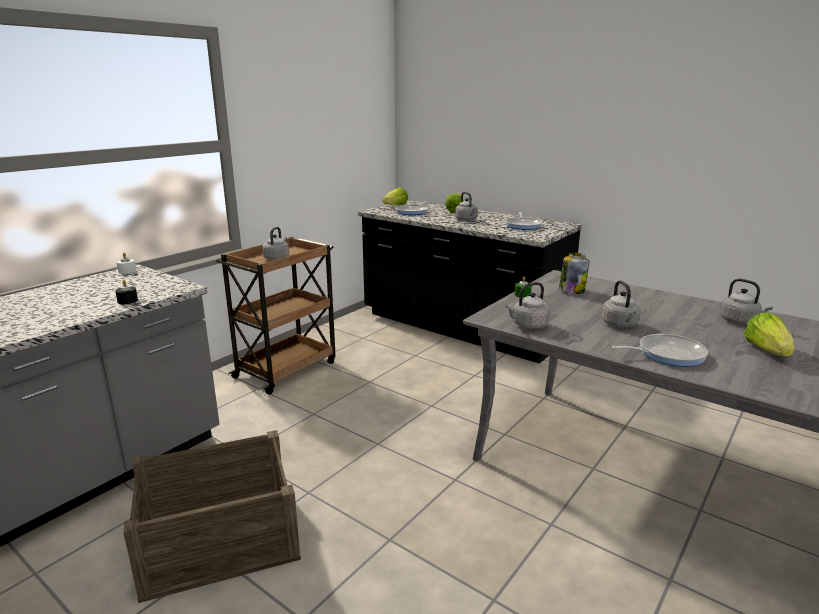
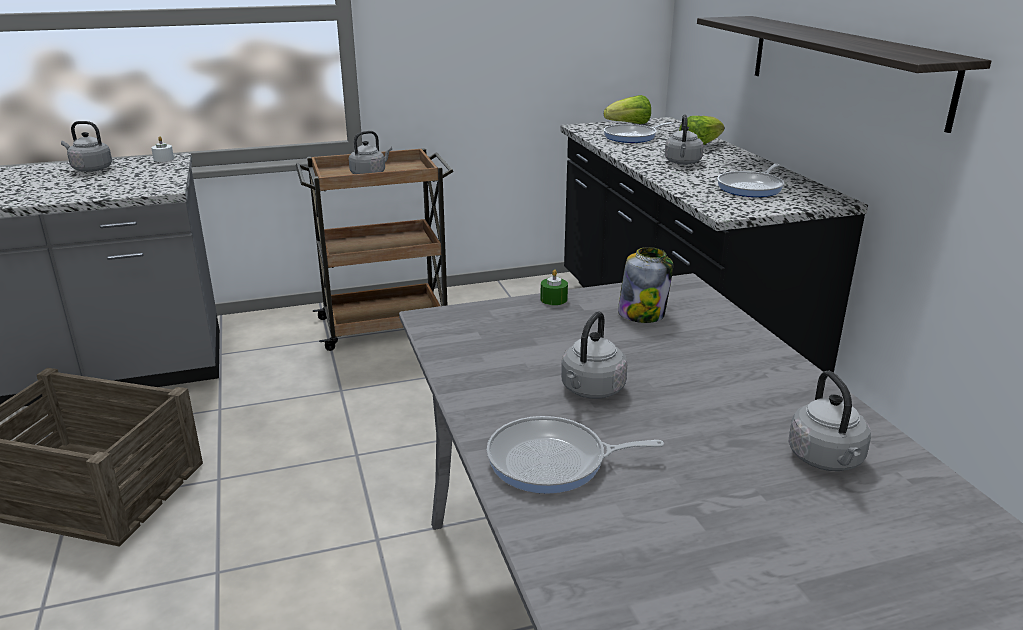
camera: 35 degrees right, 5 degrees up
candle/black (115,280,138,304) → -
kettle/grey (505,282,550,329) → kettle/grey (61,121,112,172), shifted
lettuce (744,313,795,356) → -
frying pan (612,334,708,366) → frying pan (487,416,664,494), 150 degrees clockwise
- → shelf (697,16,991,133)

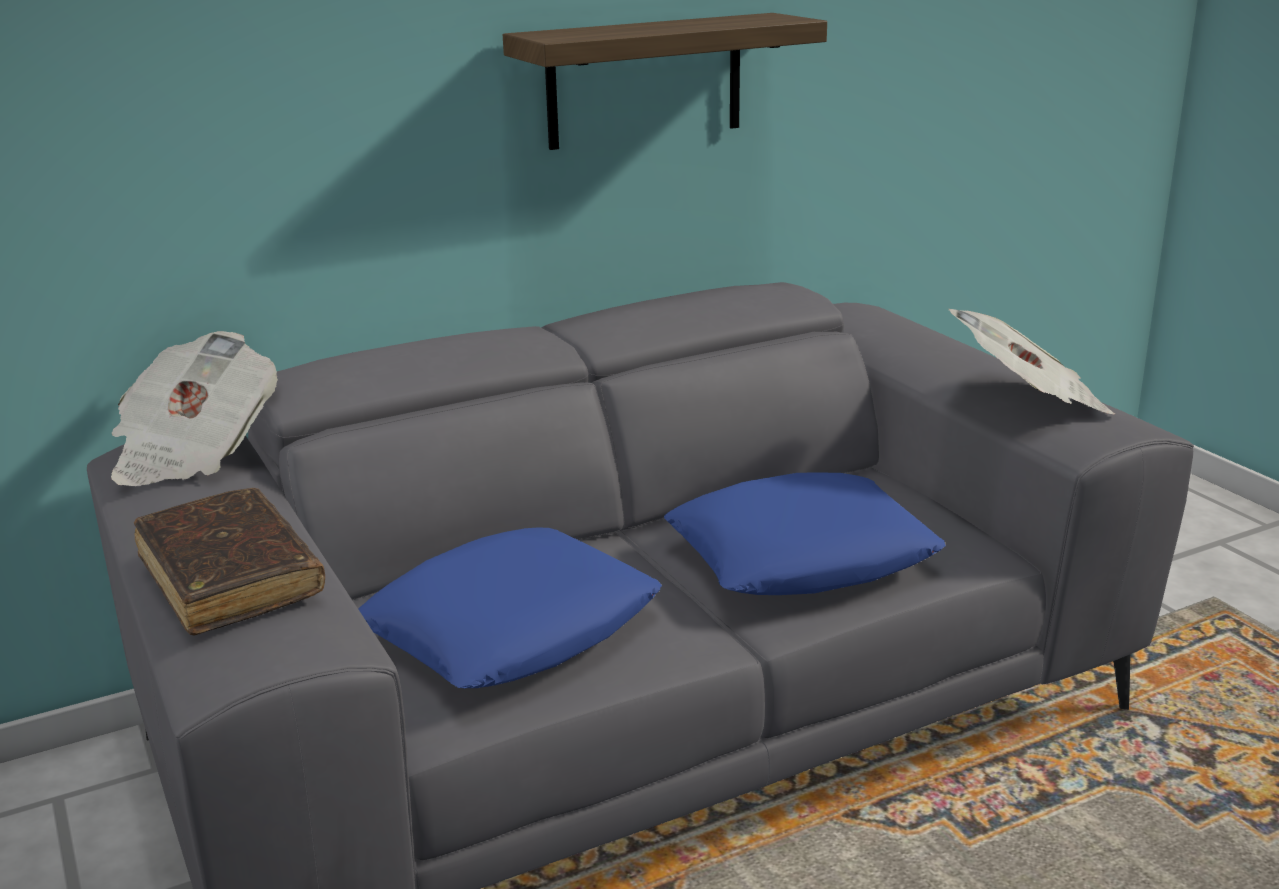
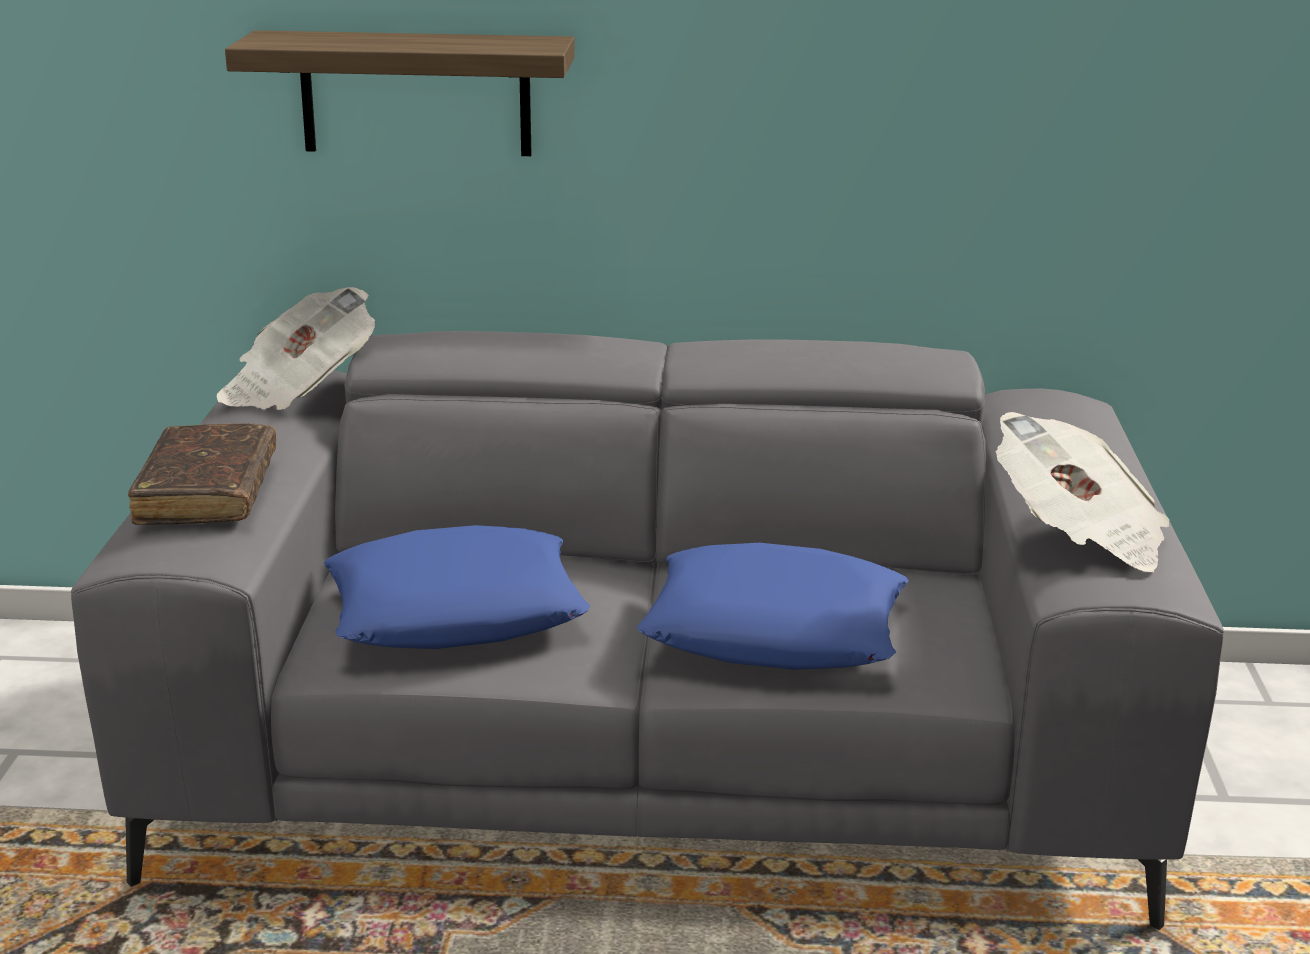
camera: 30 degrees right, 0 degrees up
shelf (503,13,827,150) → shelf (225,30,575,156), shifted

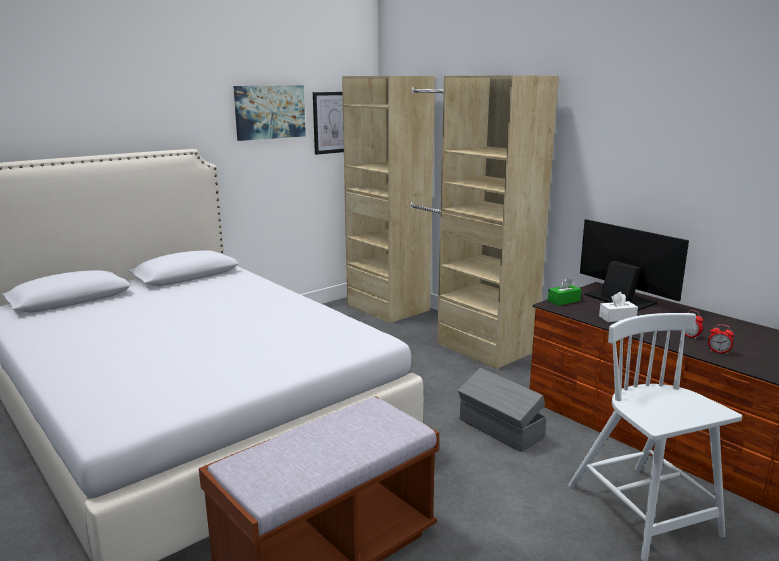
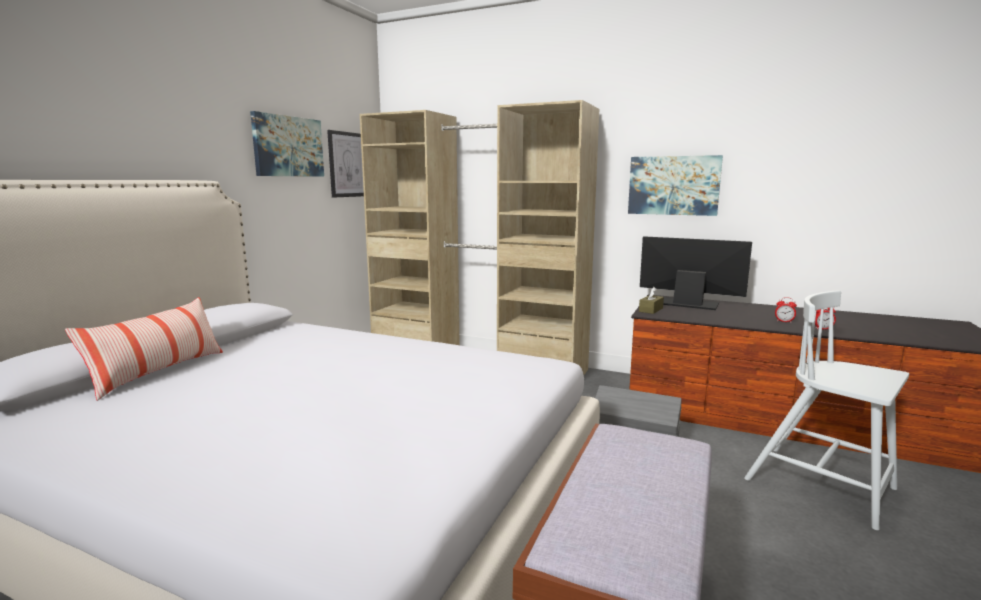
camera: 25 degrees left, 5 degrees down
tissue box/green (548,277,581,306) → tissue box/brown (639,287,664,314)
tissue box/white (599,292,638,322) → -
- → picture (628,155,723,216)
- → pillow (65,297,223,401)

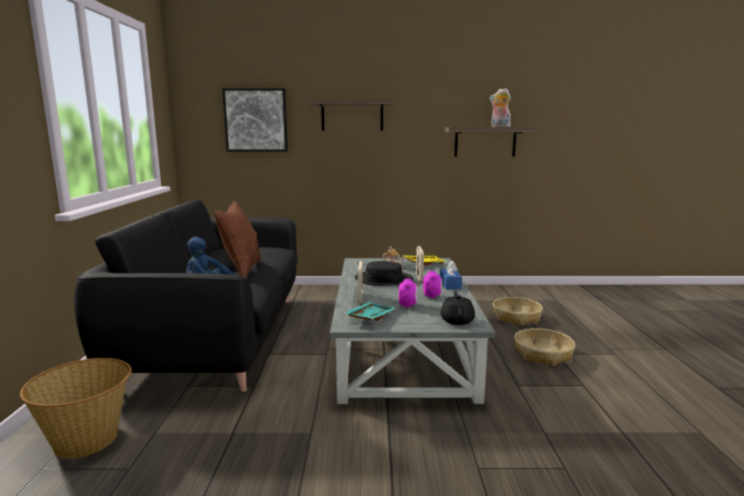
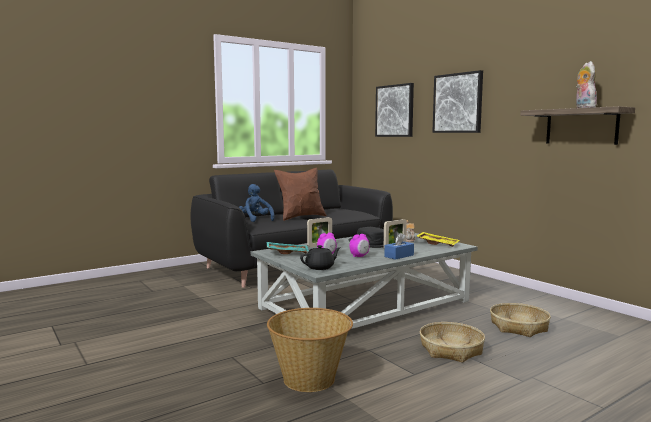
camera: 55 degrees right, 5 degrees down
shelf (307,99,395,131) → picture (432,70,483,133)
basket (20,358,132,458) → basket (267,308,353,392), shifted

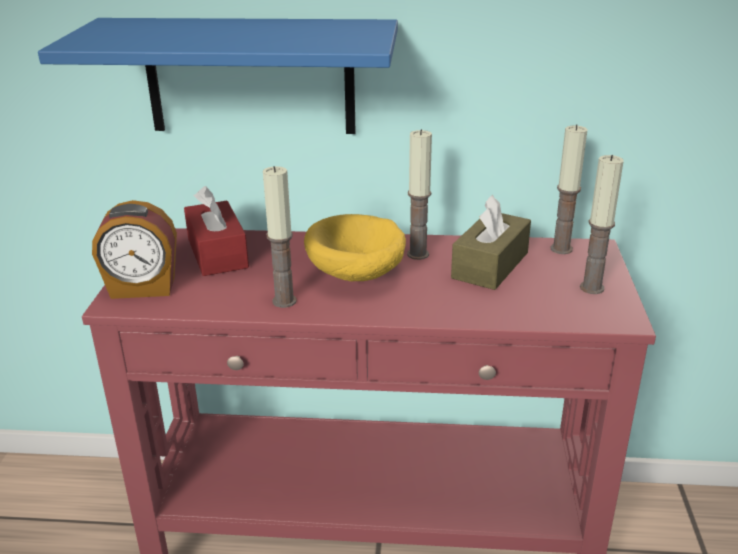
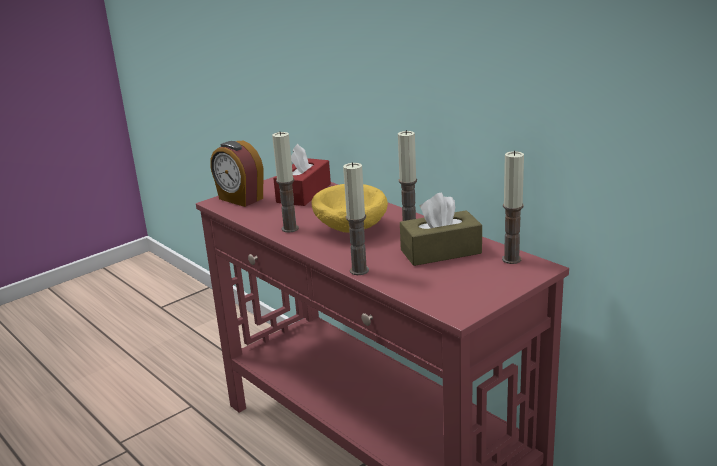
camera: 45 degrees right, 5 degrees down
shelf/blue (38,18,398,134) → -
candle (580,155,624,294) → candle (343,162,369,275), shifted

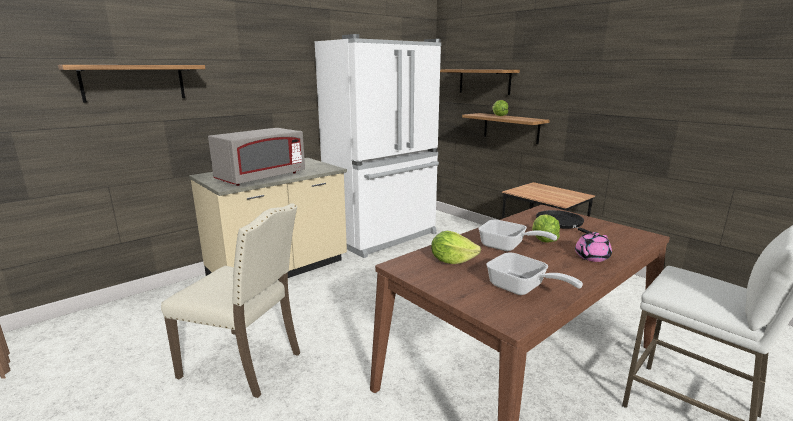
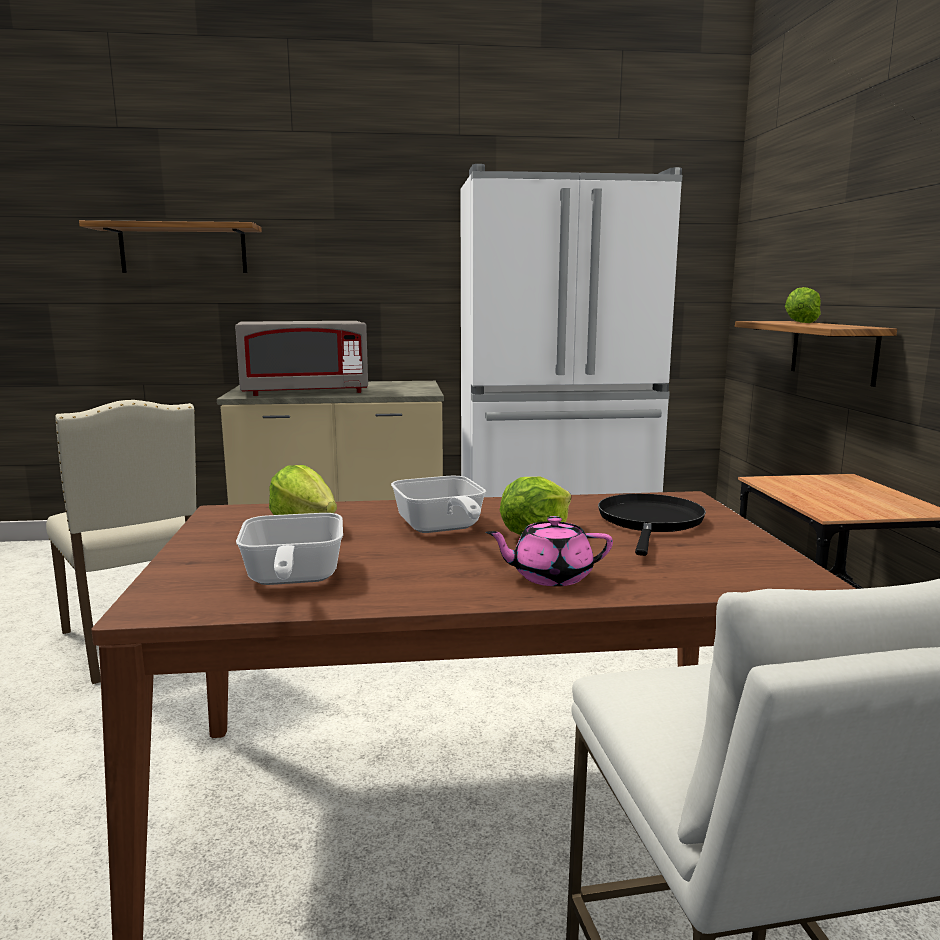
camera: 35 degrees right, 5 degrees down
shelf (440,69,520,95) → -

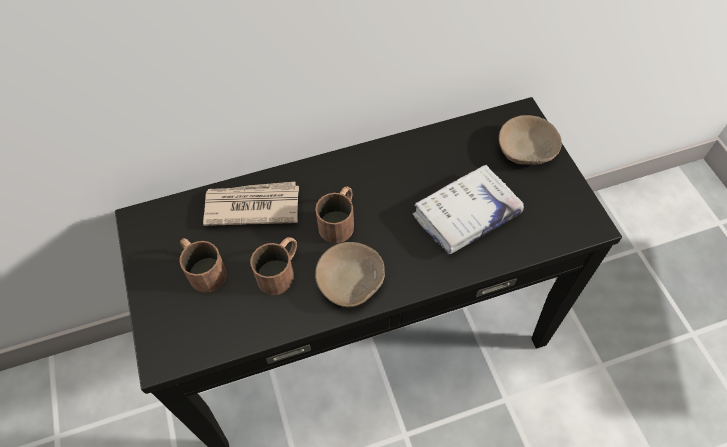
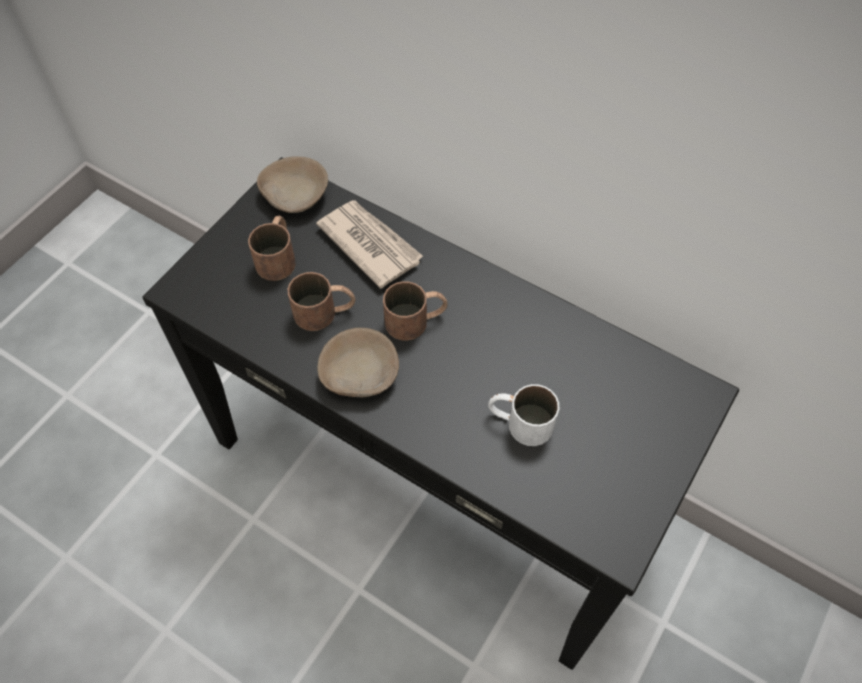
camera: 50 degrees right, 0 degrees up
bowl/beige (499,115,562,165) → bowl/beige (257,156,328,213), shifted
book/white (413,165,524,255) → mug/white (488,384,559,446)

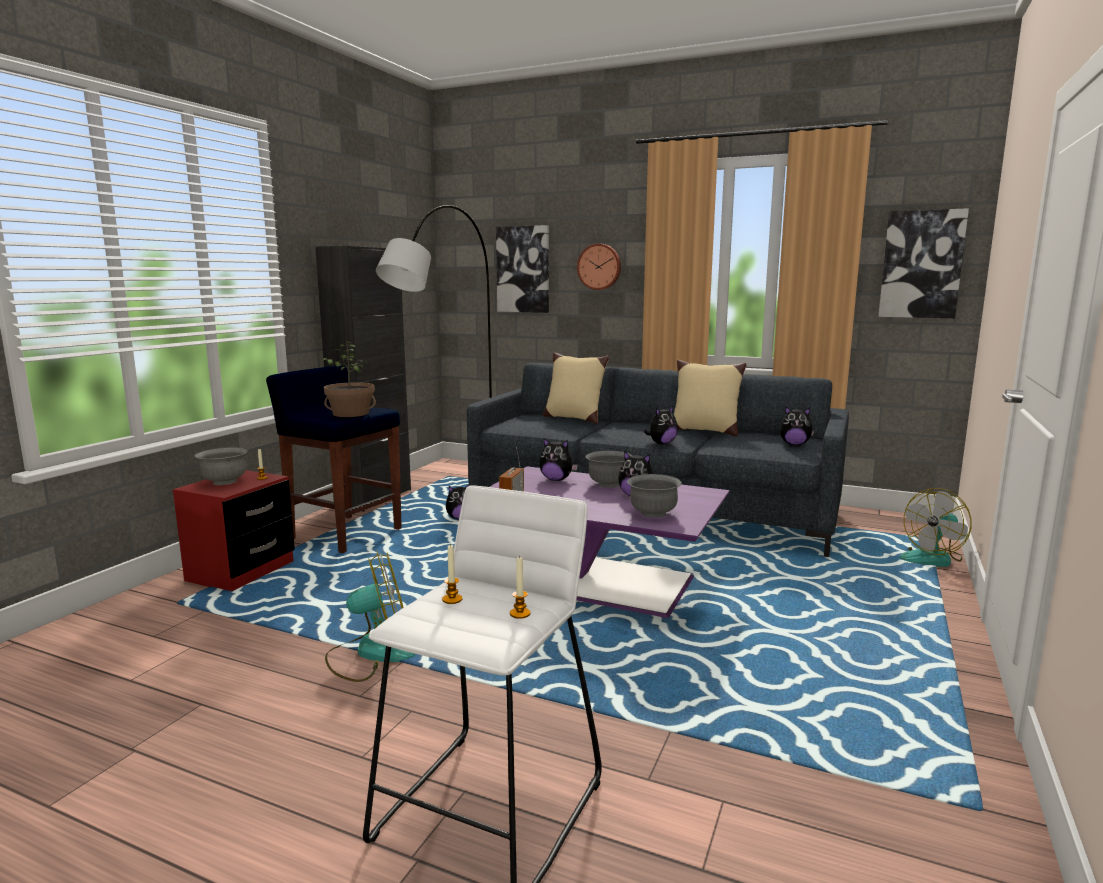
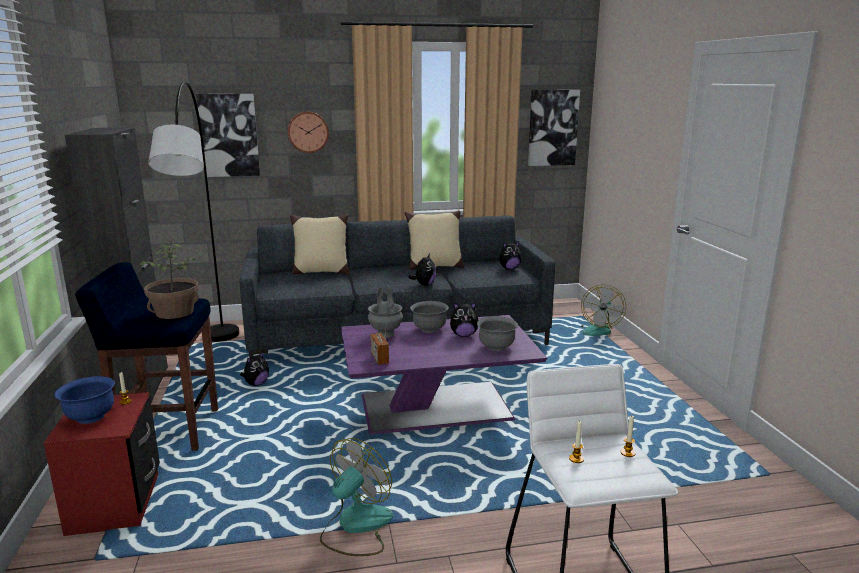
camera: 35 degrees left, 5 degrees up
plush toy (539,438,578,481) → vase/grey (368,287,403,338)
bowl/grey (194,447,248,485) → bowl/blue (55,376,115,424)

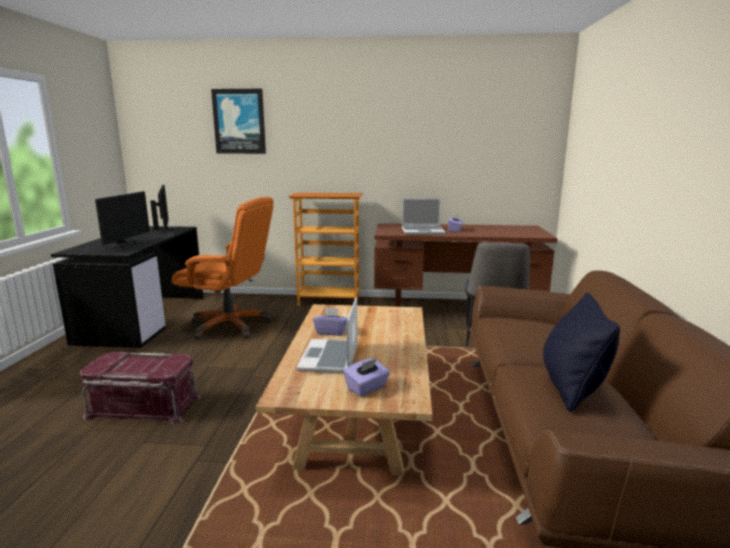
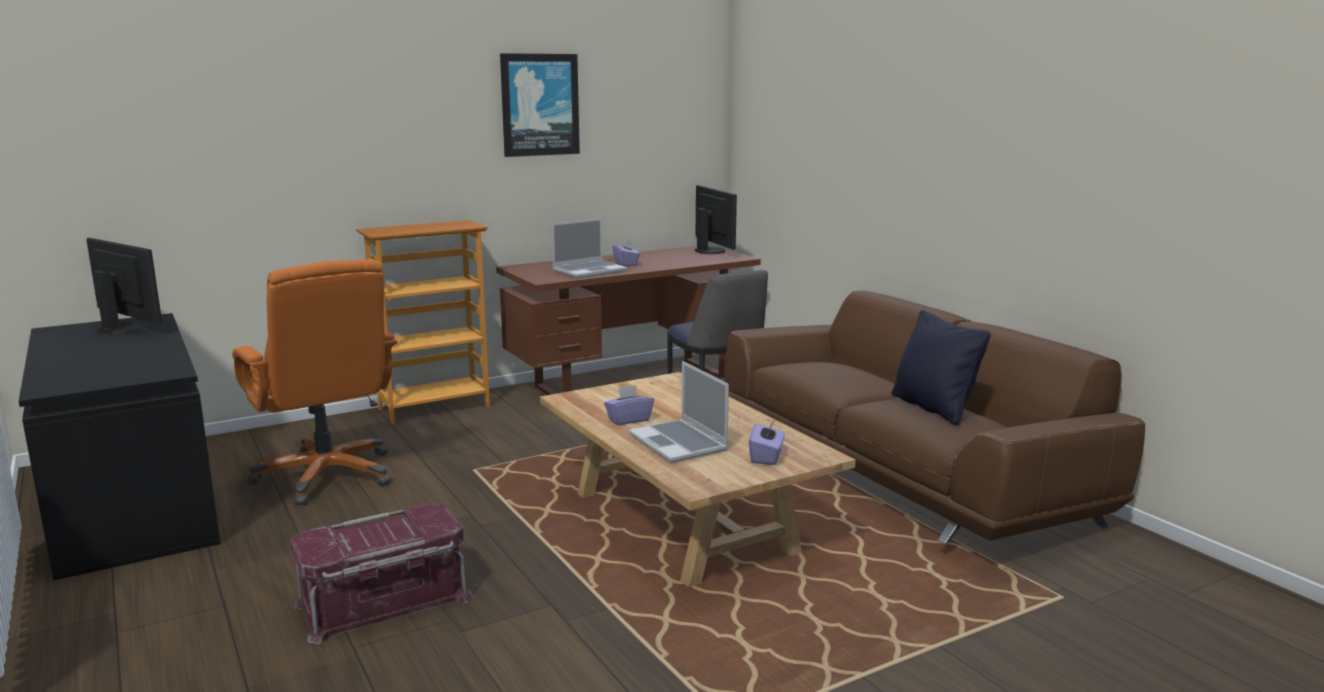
camera: 35 degrees left, 0 degrees up
picture (211,89,266,154) → picture (500,53,580,157), shifted
monitor (95,191,150,247) → monitor (695,185,737,254), shifted
office chair/orange (172,197,274,339) → office chair/orange (232,259,397,505), 75 degrees clockwise

